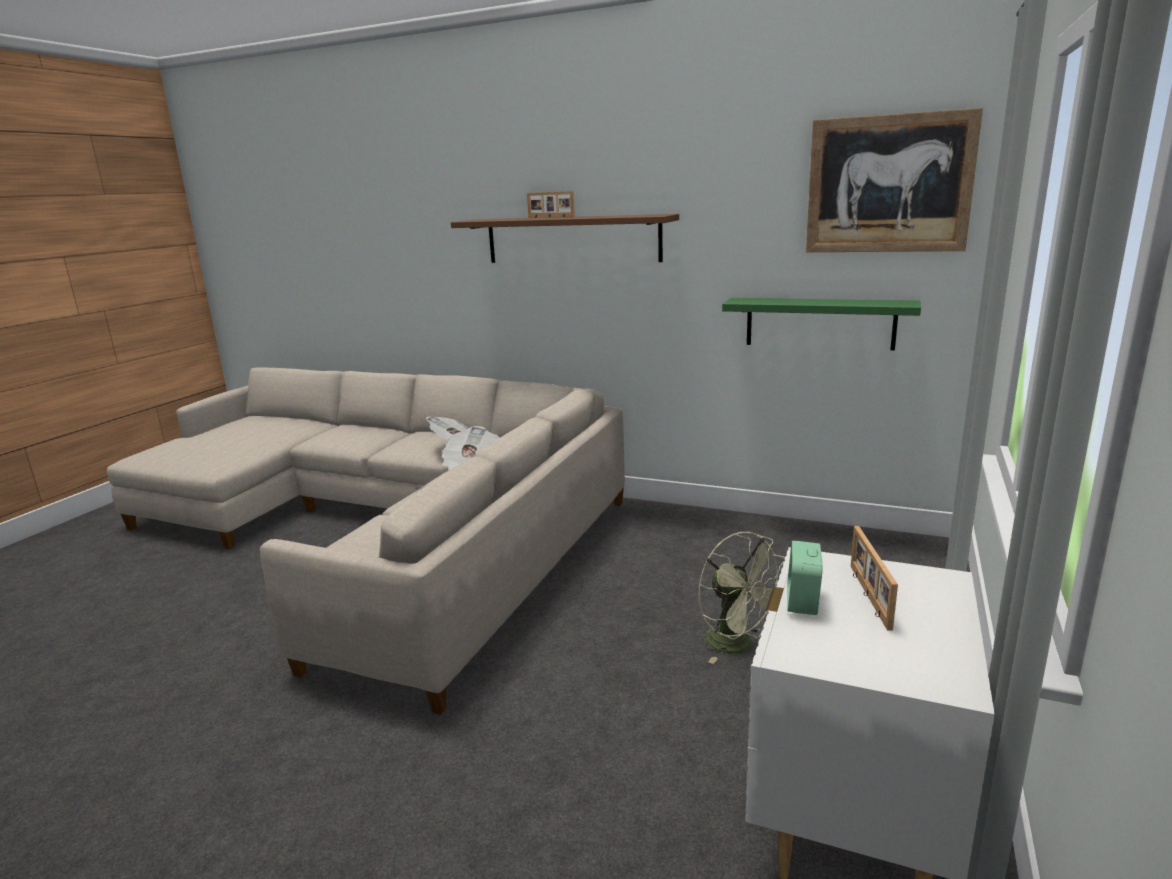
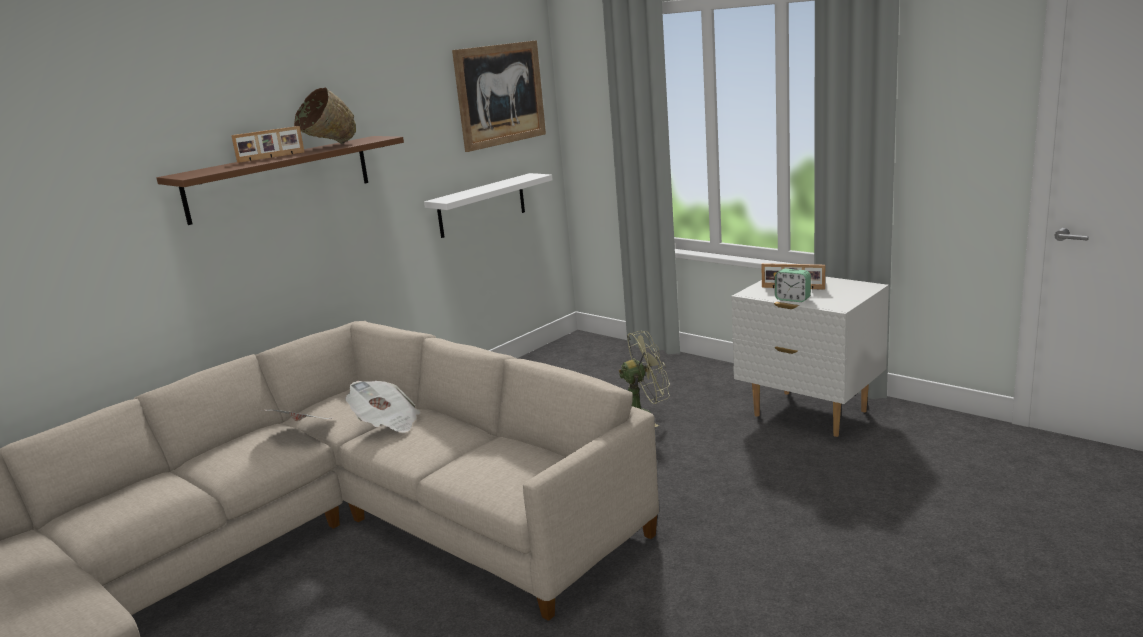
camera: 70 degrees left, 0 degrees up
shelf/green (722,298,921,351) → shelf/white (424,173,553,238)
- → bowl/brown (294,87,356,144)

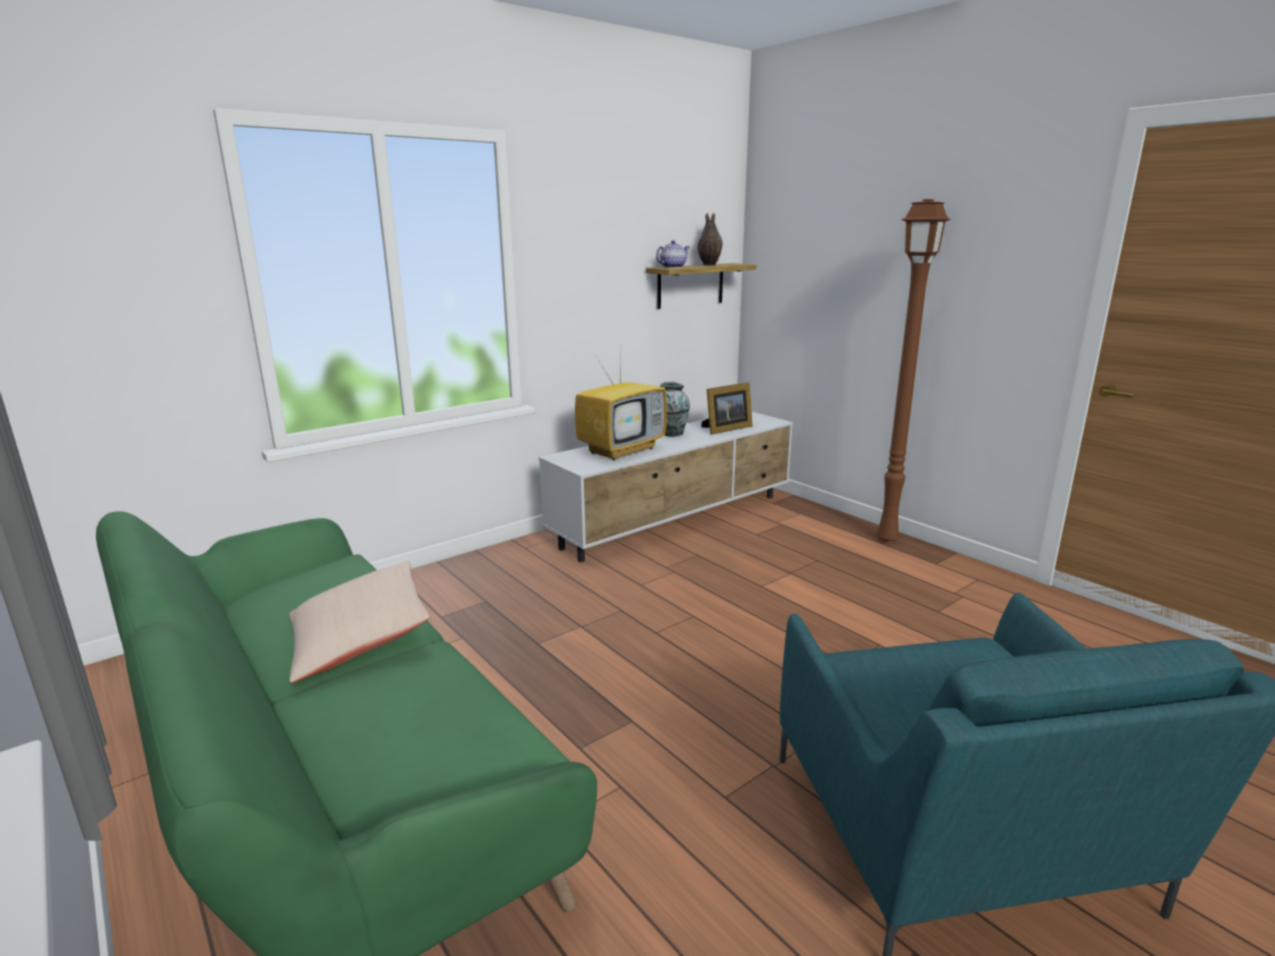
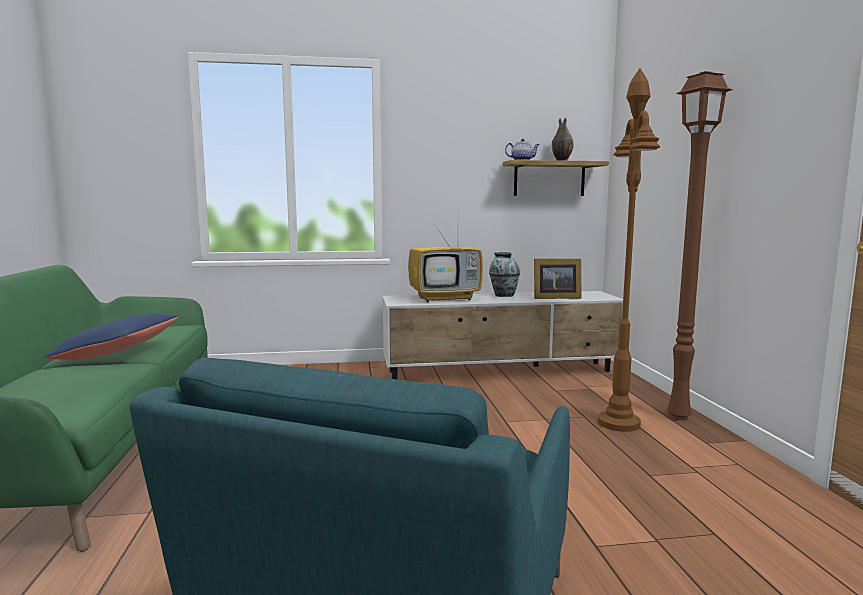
camera: 30 degrees right, 10 degrees down
pillow/beige (289,561,430,683) → pillow/blue (44,314,179,360)
- → floor lamp/brown (598,68,660,432)

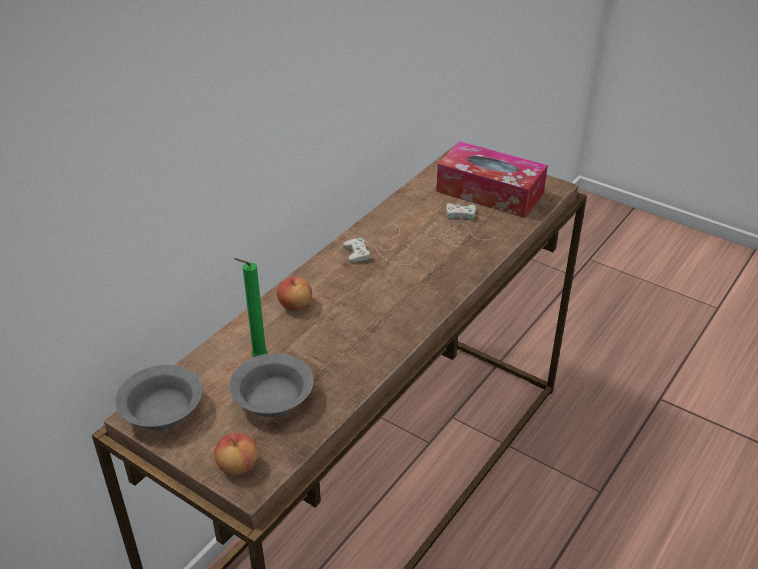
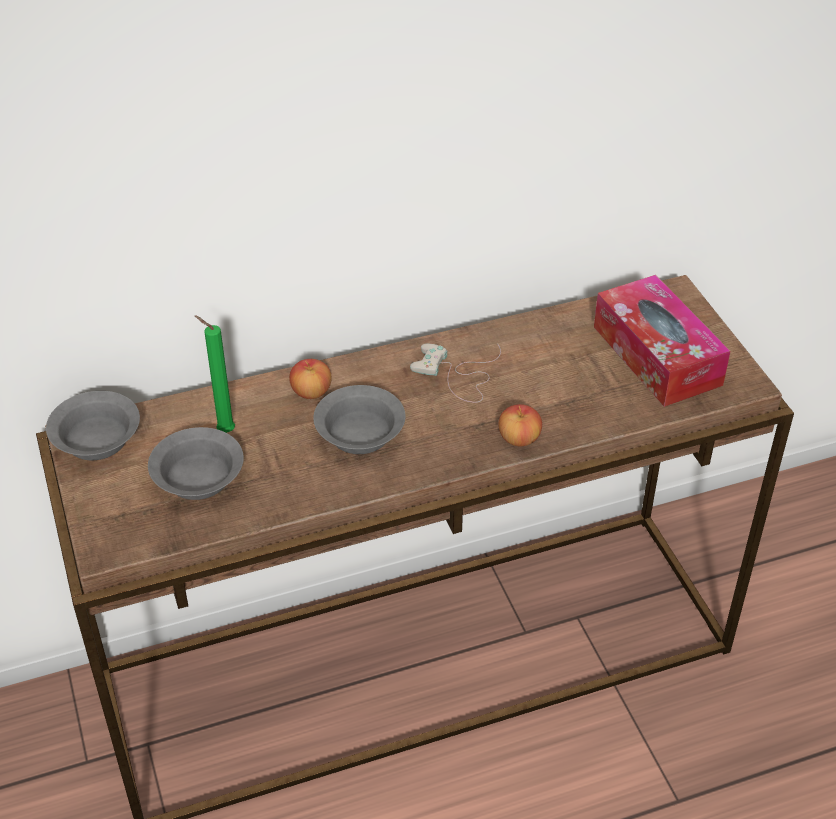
camera: 35 degrees right, 5 degrees up
game controller/white (425,203,496,240) → -
apple (214,433,258,475) → apple (498,404,542,446), shifted
- → bowl/grey (313,385,406,454)

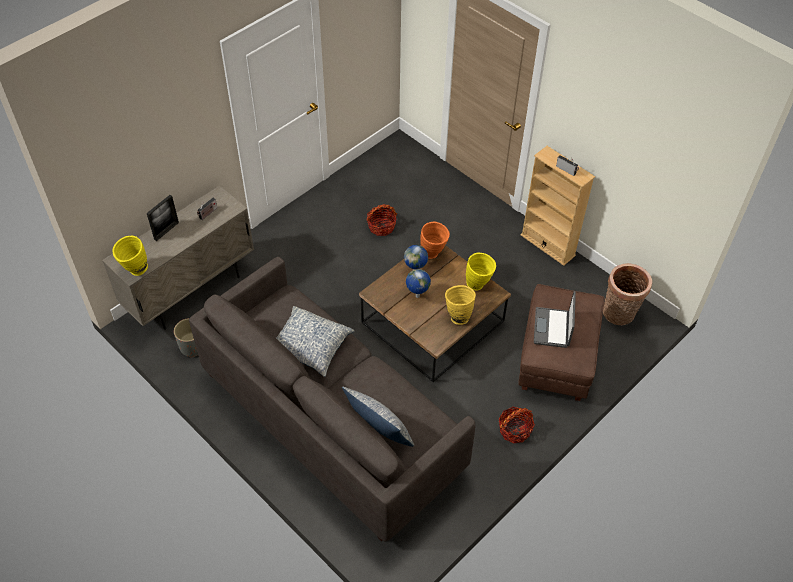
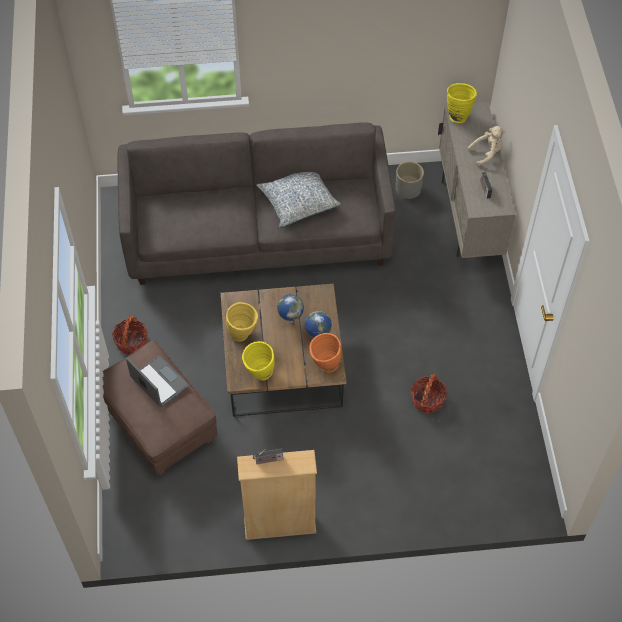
camera: 130 degrees right, 5 degrees up
picture frame (147,195,179,241) → plush toy/beige (467,126,505,166)
basket (603,263,652,325) → -
pillow (342,387,414,447) → -

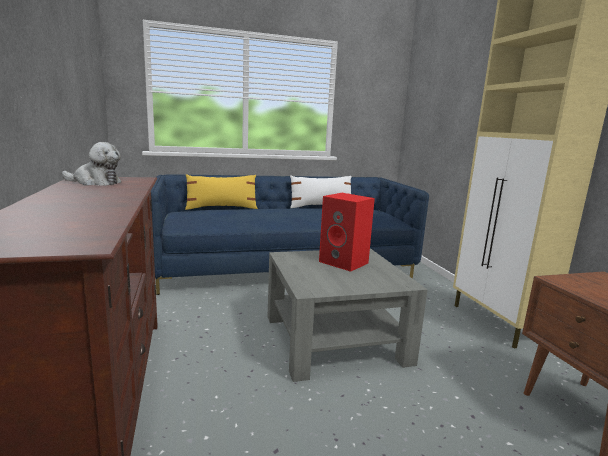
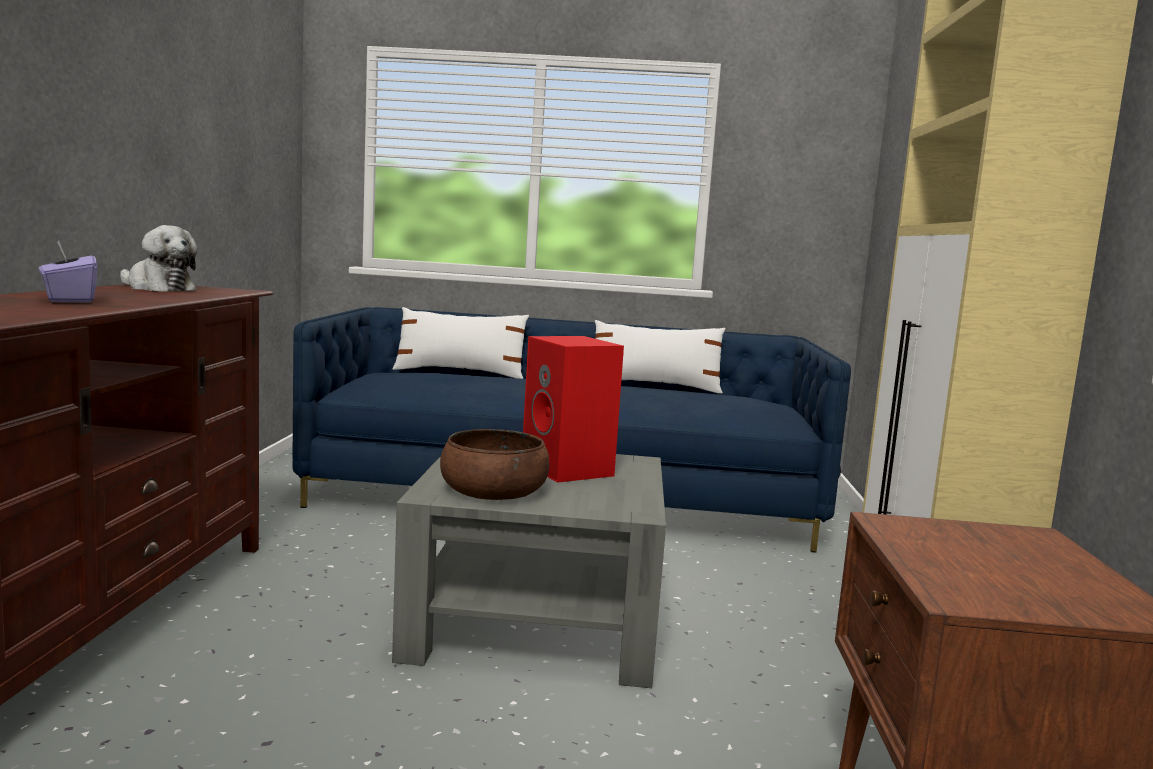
camera: 20 degrees right, 5 degrees down
pillow/yellow (185,174,258,210) → pillow/white (393,307,529,379)
- → tissue box/purple (39,241,97,302)
- → bowl/brown (440,429,550,500)

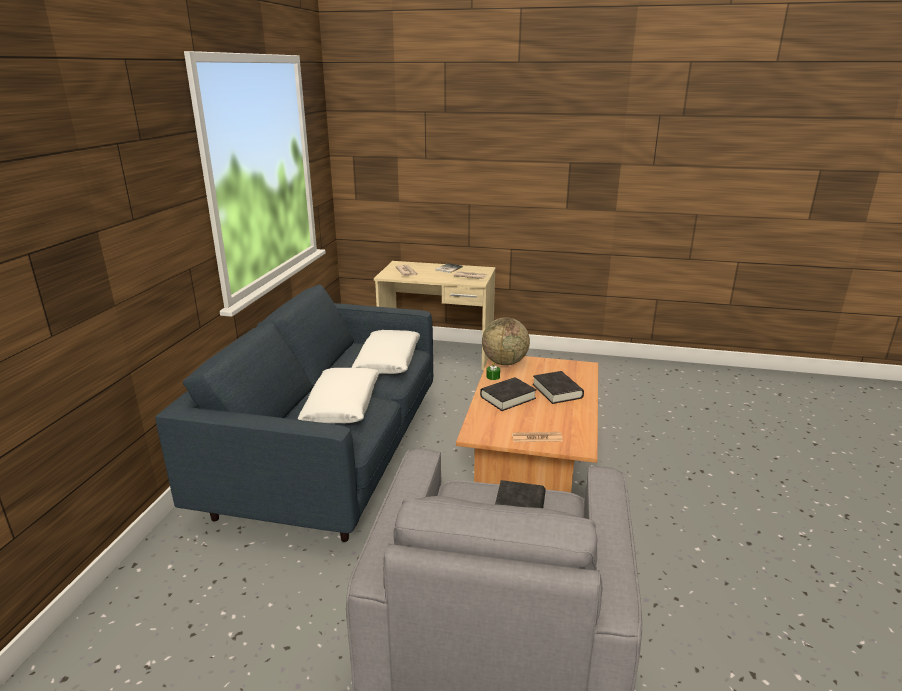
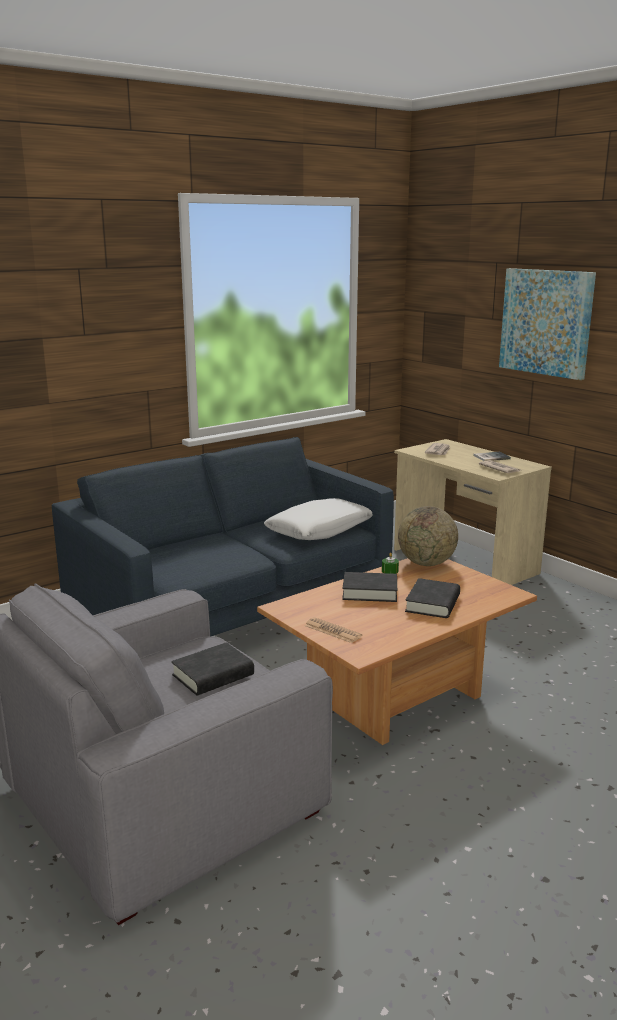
camera: 40 degrees right, 5 degrees down
pillow/white (297,368,380,423) → -
- → picture (499,268,596,380)

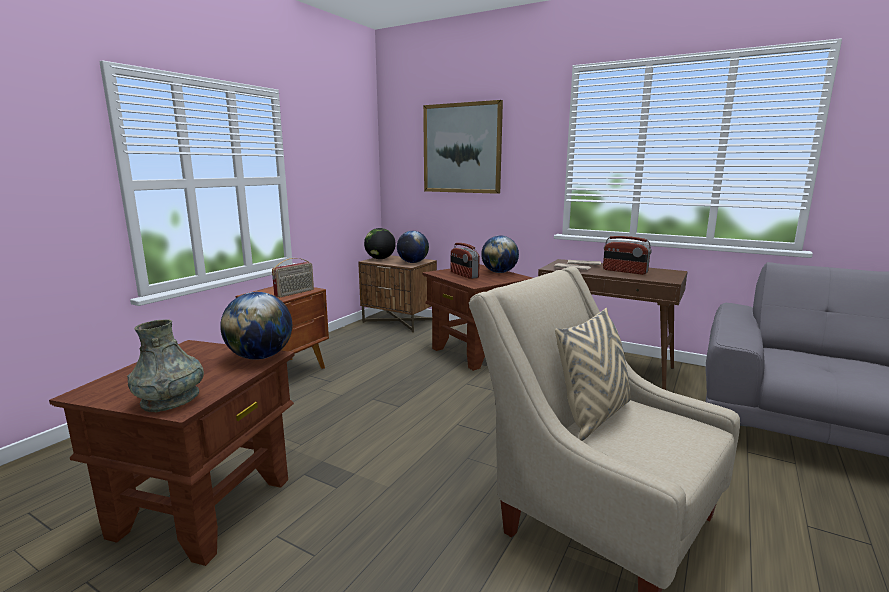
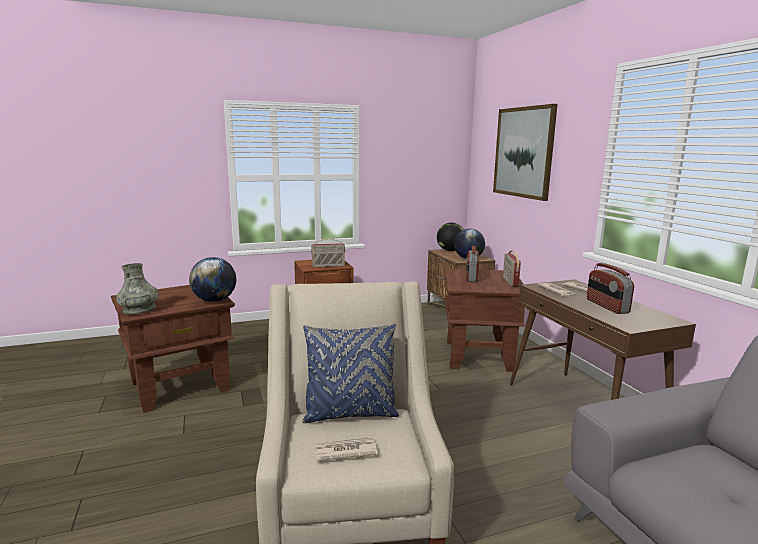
camera: 40 degrees right, 0 degrees up
globe (481,236,519,273) → radio (503,250,521,287)
pillow/beige (555,308,630,441) → pillow/blue (302,324,399,423)
- → newspaper (314,437,378,461)

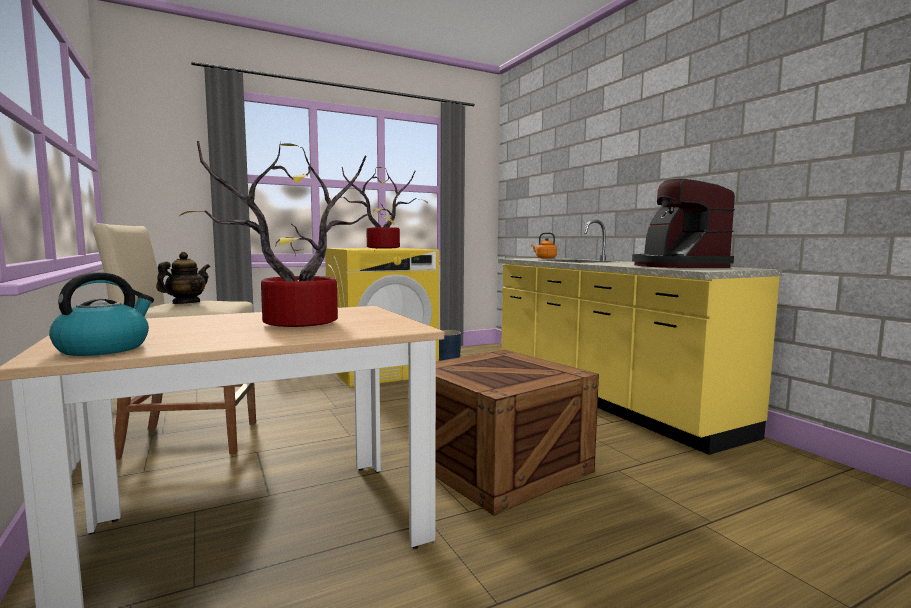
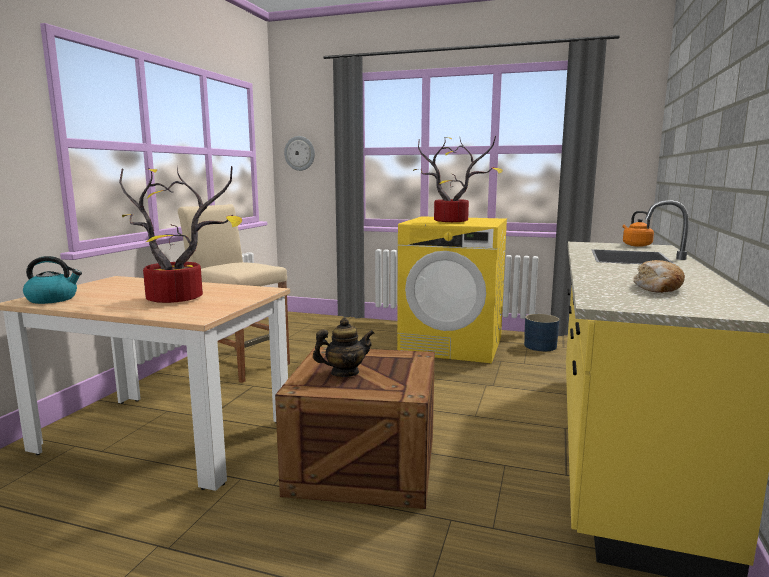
camera: 45 degrees right, 5 degrees up
coffee machine (632,179,735,268) → bread (633,260,685,293)
teapot (156,252,210,304) → teapot (313,318,375,377), shifted
- → wall clock (284,136,315,171)

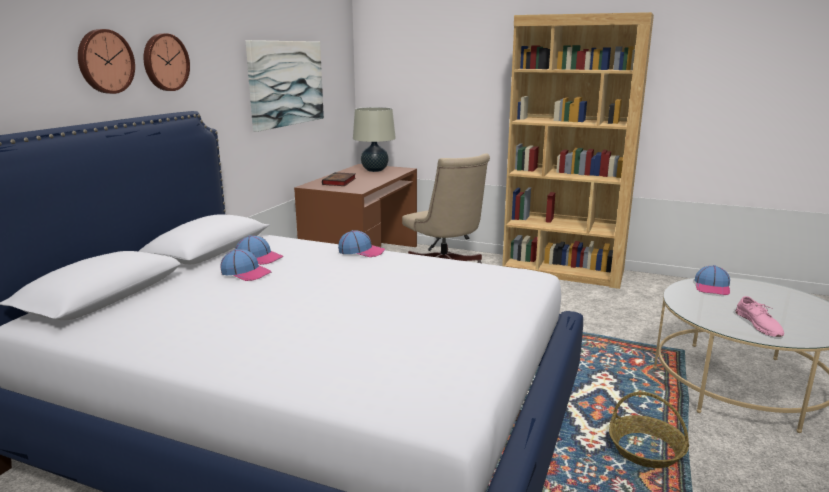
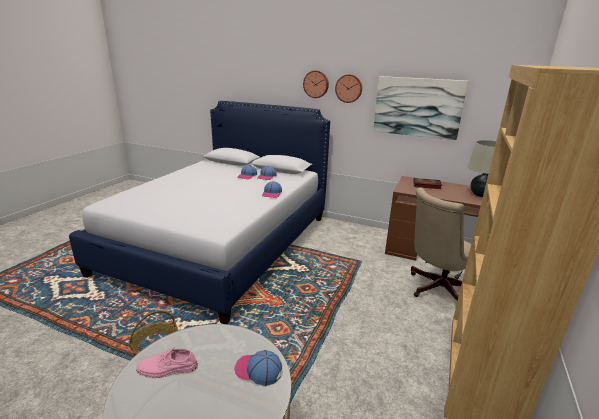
camera: 90 degrees right, 5 degrees up
wall clock (78,29,135,94) → wall clock (335,74,362,103), shifted

